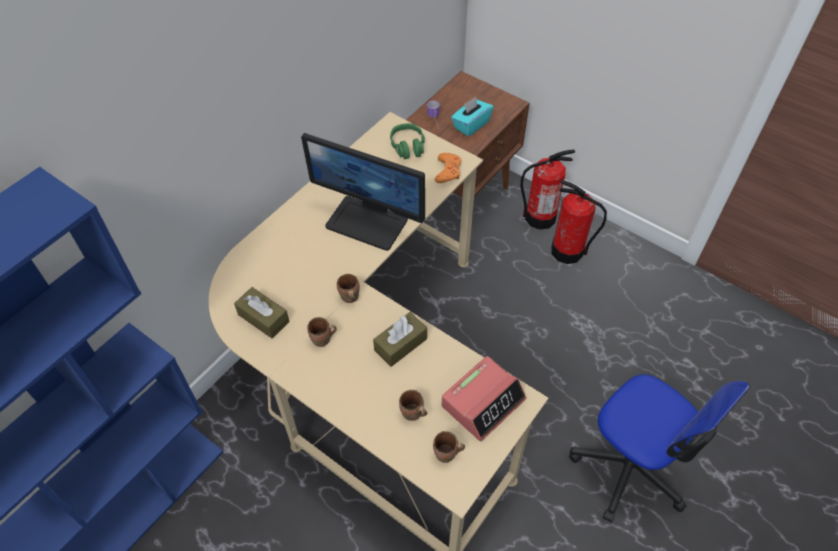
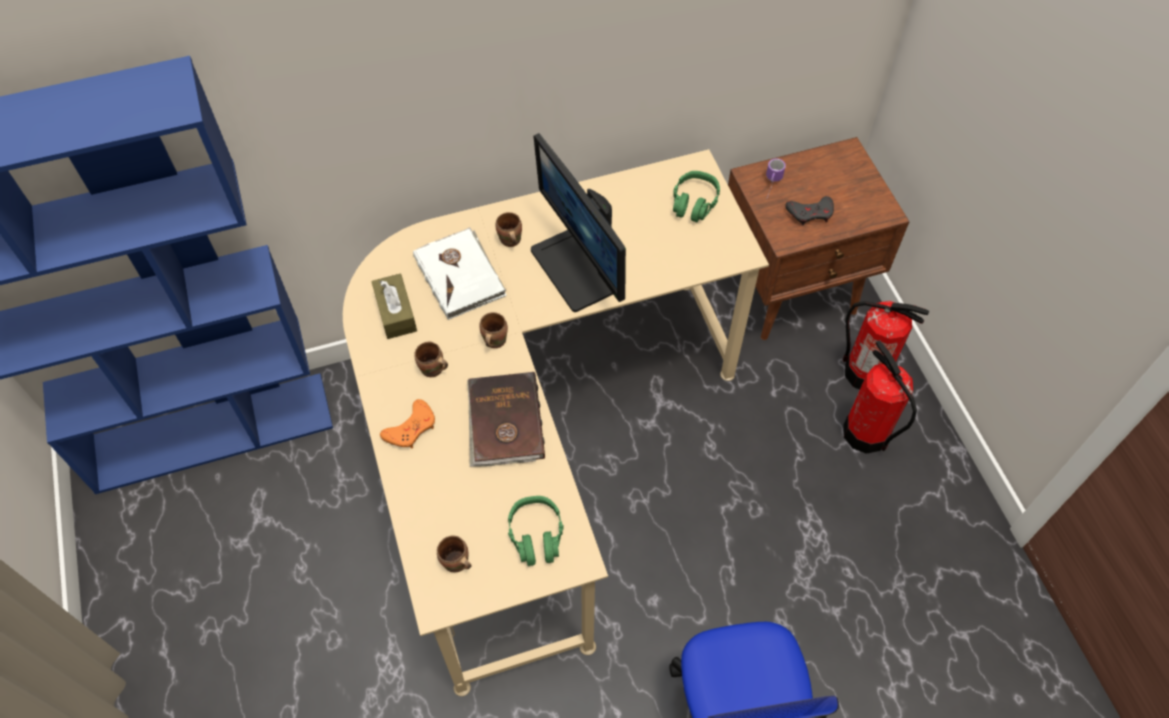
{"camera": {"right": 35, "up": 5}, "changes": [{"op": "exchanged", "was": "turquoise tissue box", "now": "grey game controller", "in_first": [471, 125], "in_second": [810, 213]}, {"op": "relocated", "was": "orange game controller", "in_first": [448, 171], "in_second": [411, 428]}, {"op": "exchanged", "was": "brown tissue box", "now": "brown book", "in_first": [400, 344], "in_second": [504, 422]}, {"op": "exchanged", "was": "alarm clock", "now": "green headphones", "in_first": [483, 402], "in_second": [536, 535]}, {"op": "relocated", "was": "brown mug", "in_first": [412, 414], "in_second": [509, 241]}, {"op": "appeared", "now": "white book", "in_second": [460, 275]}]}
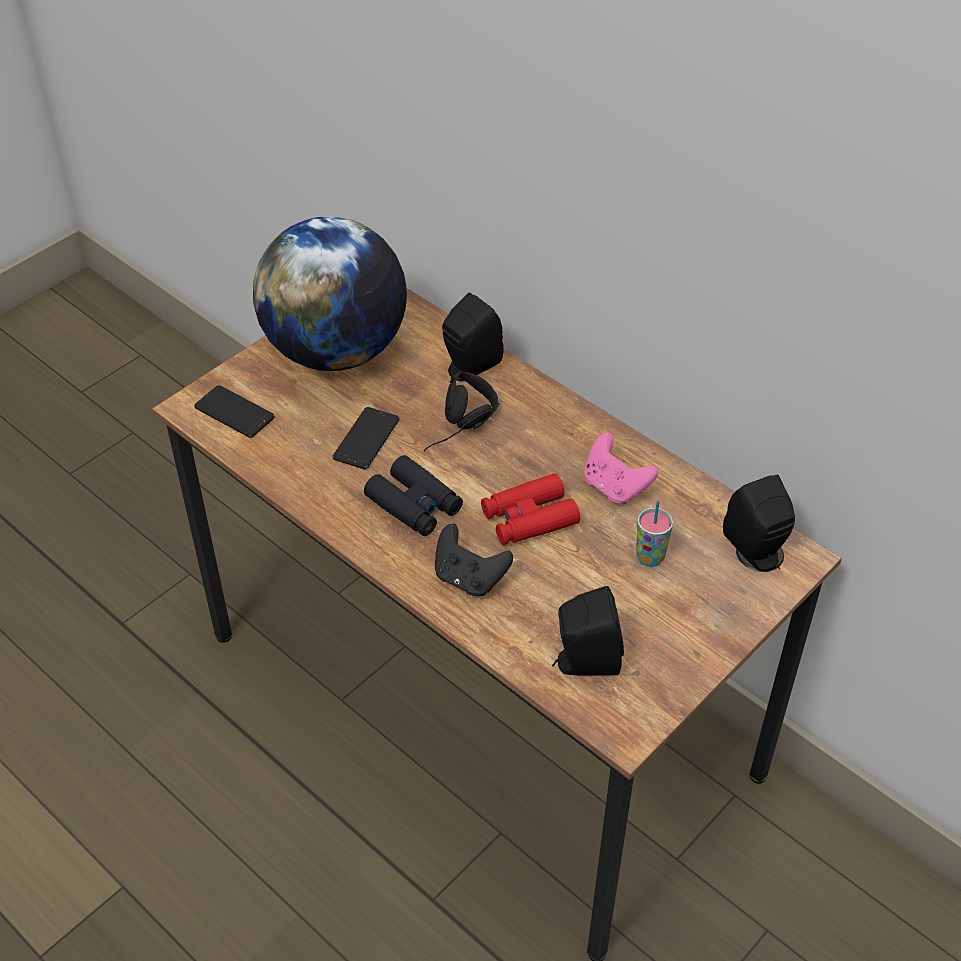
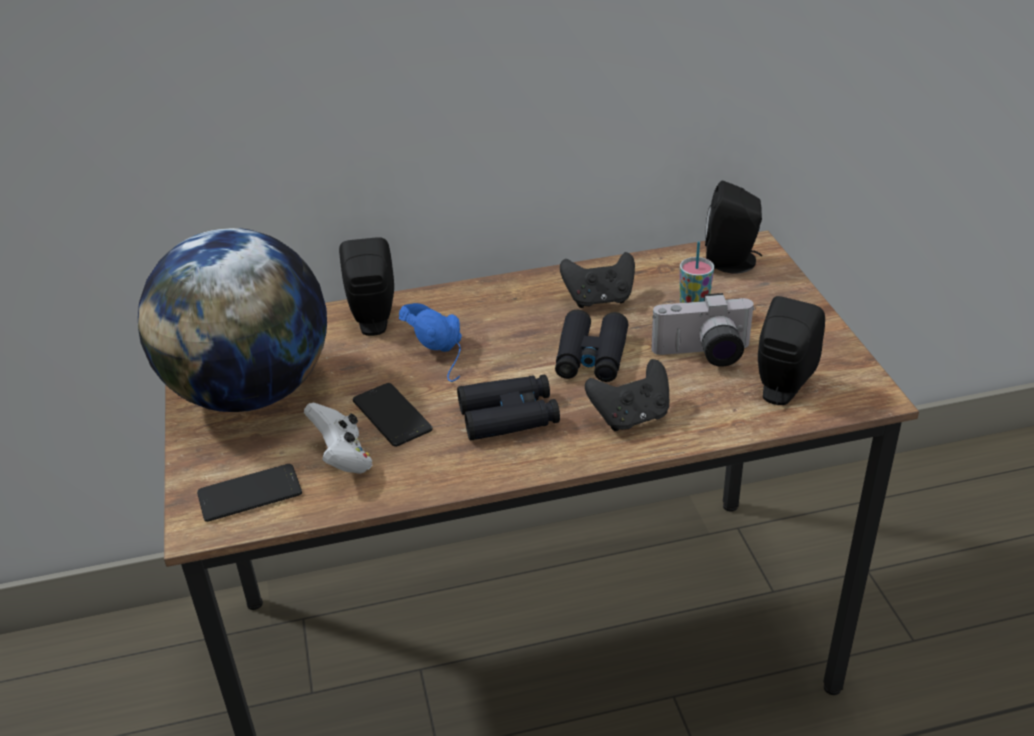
{"camera": {"right": -55, "up": -10}, "changes": [{"op": "colour", "was": "black headphones", "now": "blue headphones", "in_first": [463, 430], "in_second": [446, 353]}, {"op": "colour", "was": "pink game controller", "now": "black game controller", "in_first": [615, 487], "in_second": [599, 299]}, {"op": "colour", "was": "red binoculars", "now": "black binoculars", "in_first": [529, 518], "in_second": [591, 356]}, {"op": "appeared", "now": "photo camera", "in_second": [703, 355]}, {"op": "appeared", "now": "white game controller", "in_second": [343, 458]}]}
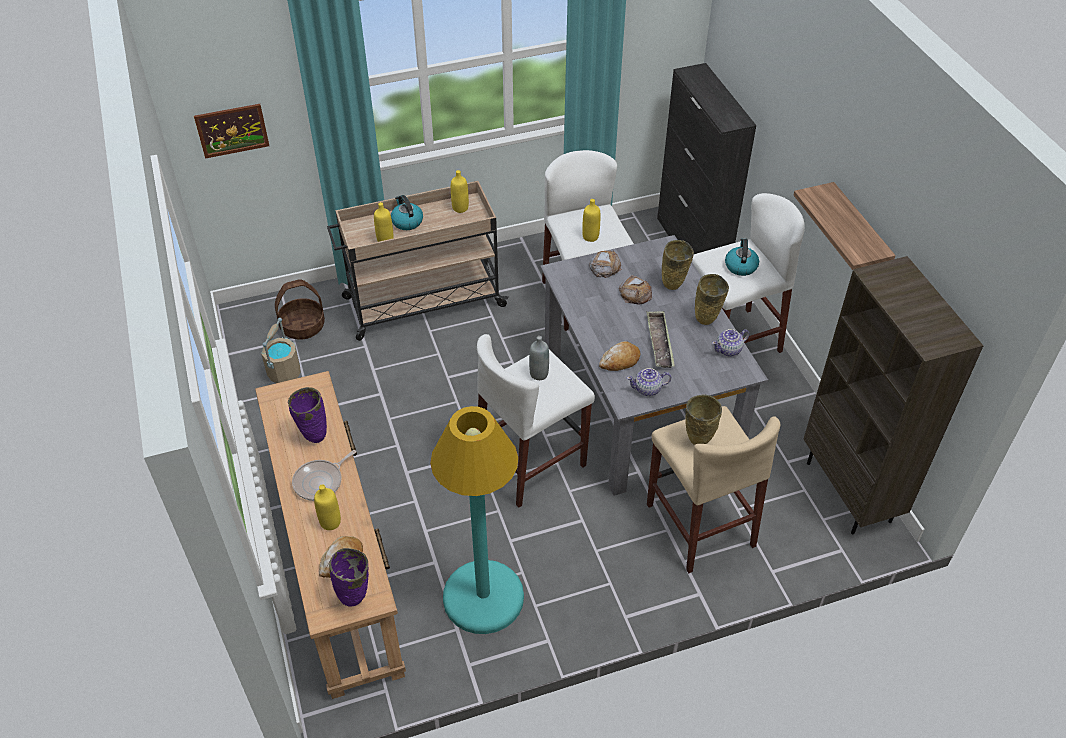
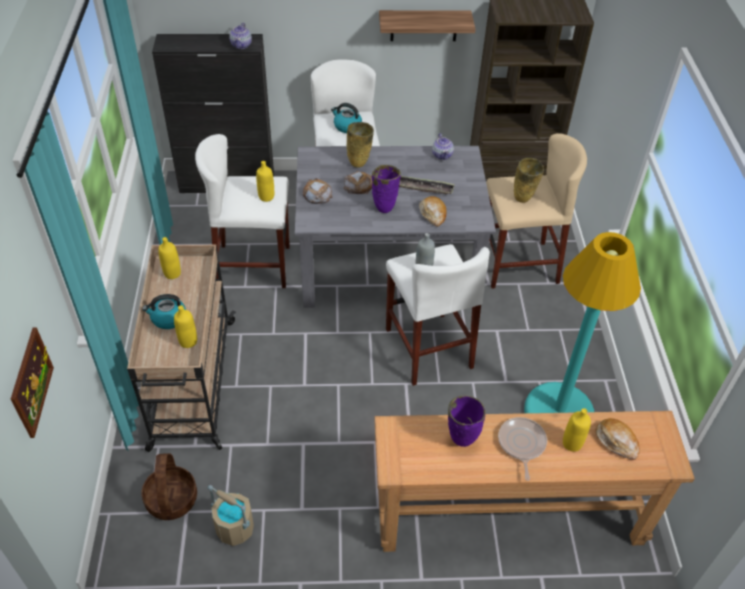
{"camera": {"right": -75, "up": 0}, "changes": [{"op": "missing", "was": "beige vase", "in_first": [706, 321]}, {"op": "relocated", "was": "teapot", "in_first": [648, 389], "in_second": [241, 45]}, {"op": "spun", "was": "frying pan", "in_first": [320, 481], "in_second": [521, 444], "clockwise": -150}, {"op": "relocated", "was": "purple vase", "in_first": [355, 598], "in_second": [385, 207]}]}
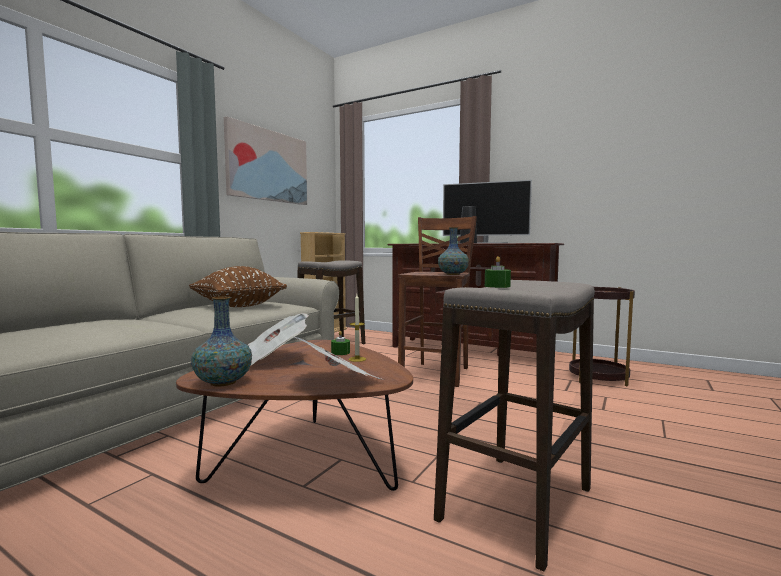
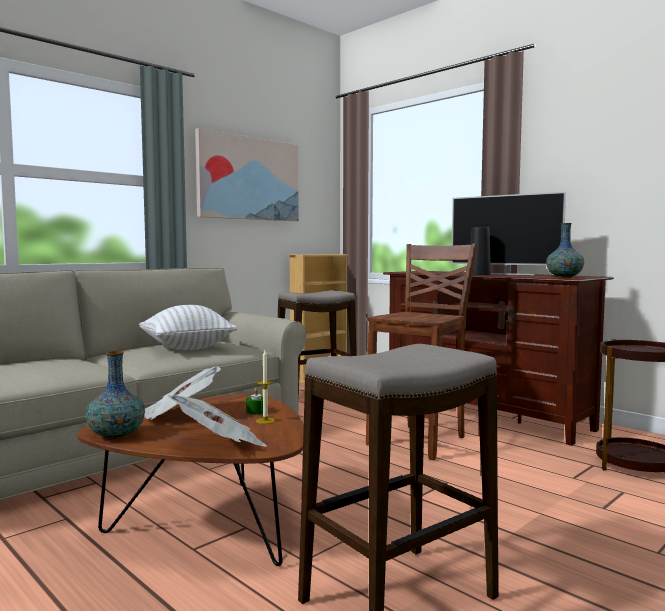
{"camera": {"right": 15, "up": 0}, "changes": [{"op": "relocated", "was": "vase", "in_first": [453, 274], "in_second": [564, 277]}, {"op": "missing", "was": "green candle", "in_first": [497, 286]}, {"op": "colour", "was": "brown pillow", "now": "white pillow", "in_first": [238, 306], "in_second": [187, 348]}]}
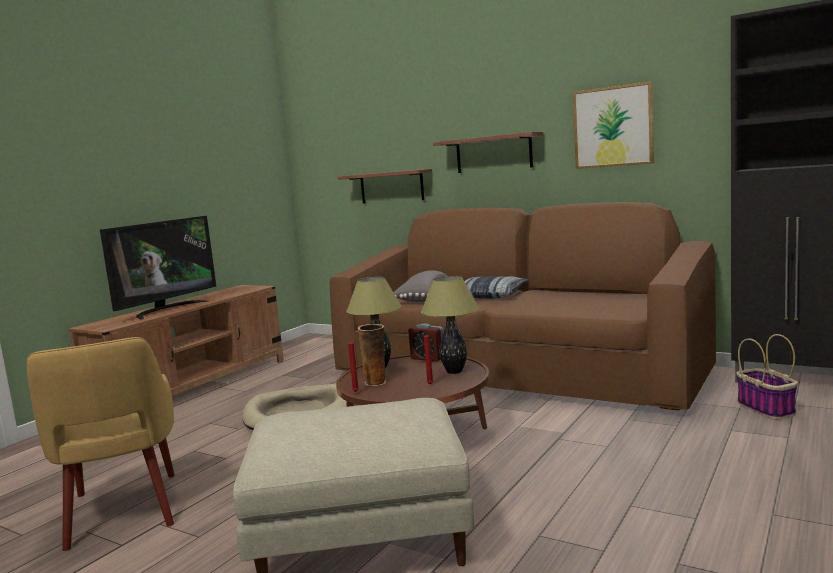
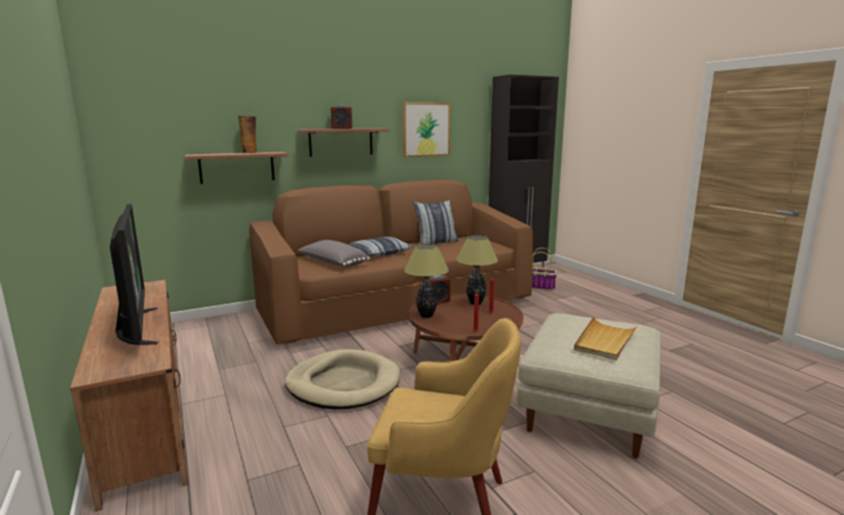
{"camera": {"right": -60, "up": 5}, "changes": [{"op": "relocated", "was": "vase", "in_first": [376, 382], "in_second": [250, 153]}, {"op": "appeared", "now": "alarm clock", "in_second": [341, 128]}, {"op": "appeared", "now": "pillow", "in_second": [436, 242]}, {"op": "appeared", "now": "beige tray", "in_second": [605, 341]}]}
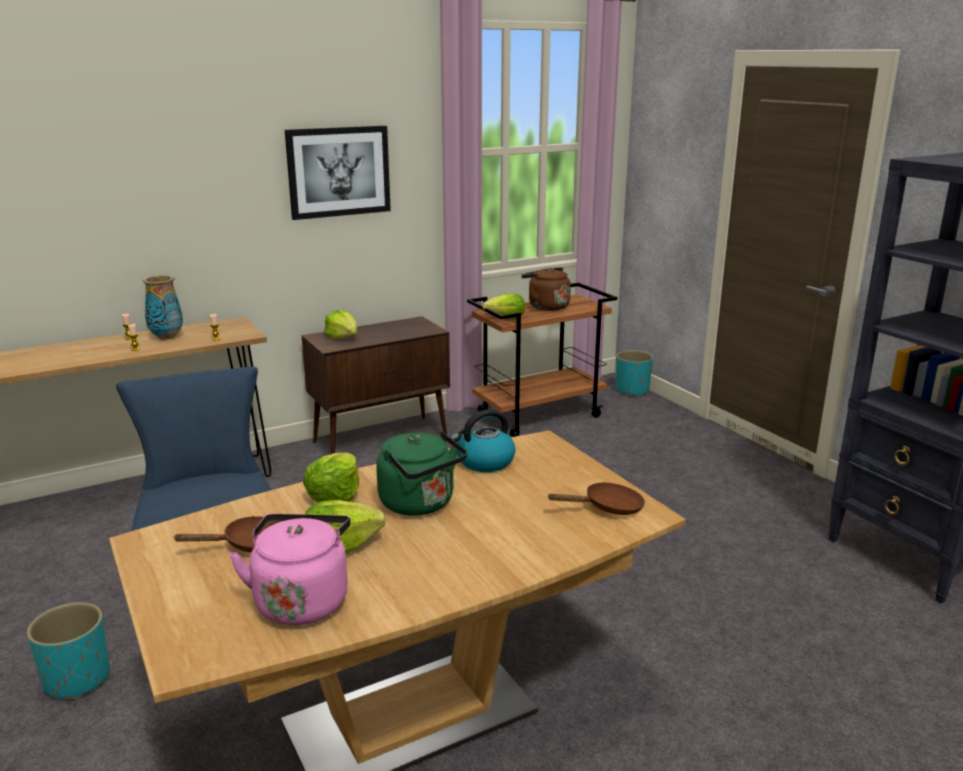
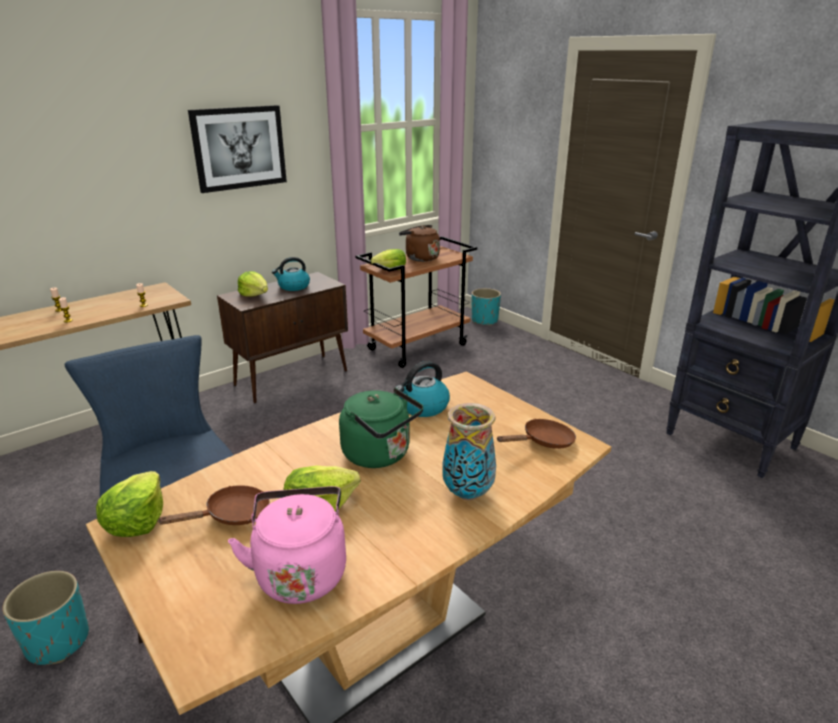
{"camera": {"right": -10, "up": 5}, "changes": [{"op": "relocated", "was": "vase", "in_first": [167, 337], "in_second": [468, 493]}, {"op": "relocated", "was": "lettuce", "in_first": [335, 495], "in_second": [137, 521]}, {"op": "appeared", "now": "kettle", "in_second": [293, 287]}]}
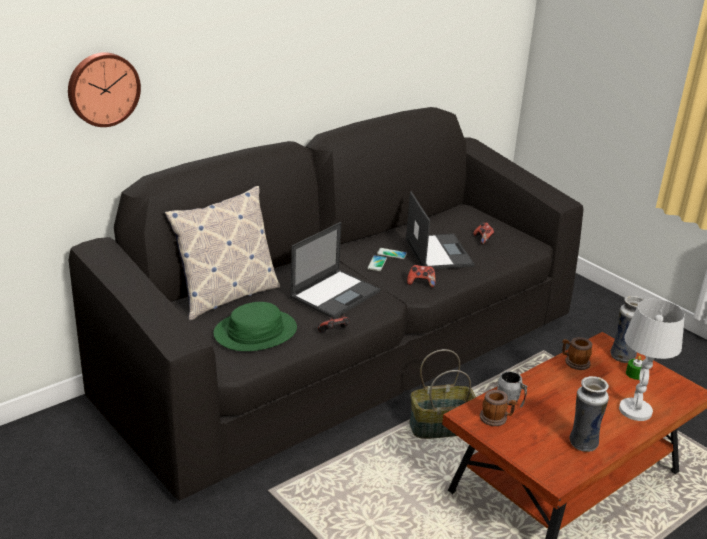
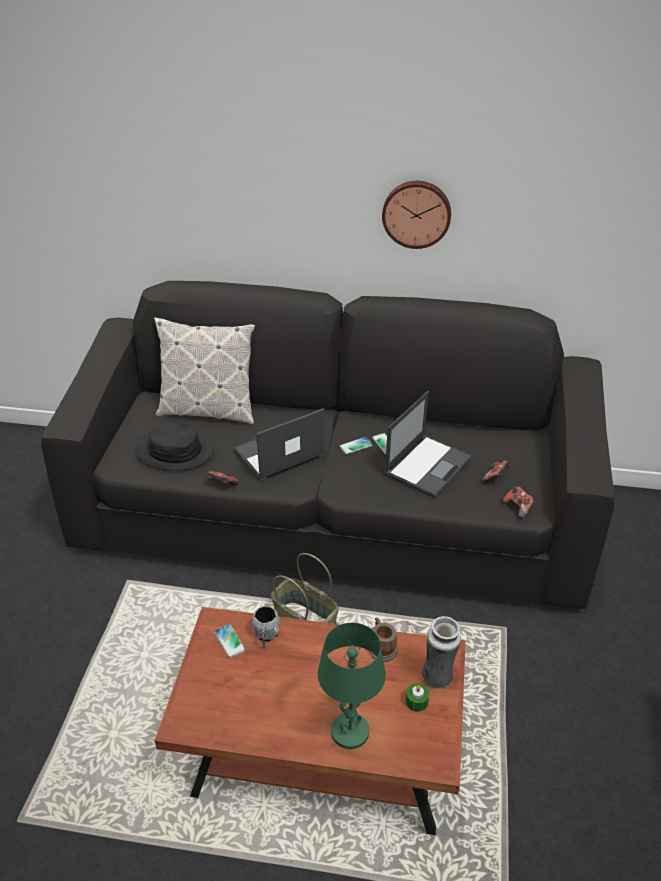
{"camera": {"right": 50, "up": 10}, "changes": [{"op": "relocated", "was": "wall clock", "in_first": [102, 89], "in_second": [416, 213]}, {"op": "spun", "was": "laptop", "in_first": [335, 294], "in_second": [278, 453], "clockwise": 150}, {"op": "relocated", "was": "game controller", "in_first": [421, 283], "in_second": [518, 508]}, {"op": "colour", "was": "white table lamp", "now": "green table lamp", "in_first": [635, 410], "in_second": [350, 731]}, {"op": "colour", "was": "green hat", "now": "black hat", "in_first": [255, 332], "in_second": [175, 450]}, {"op": "missing", "was": "vase", "in_first": [582, 444]}, {"op": "exchanged", "was": "mug", "now": "phone", "in_first": [496, 418], "in_second": [229, 641]}]}
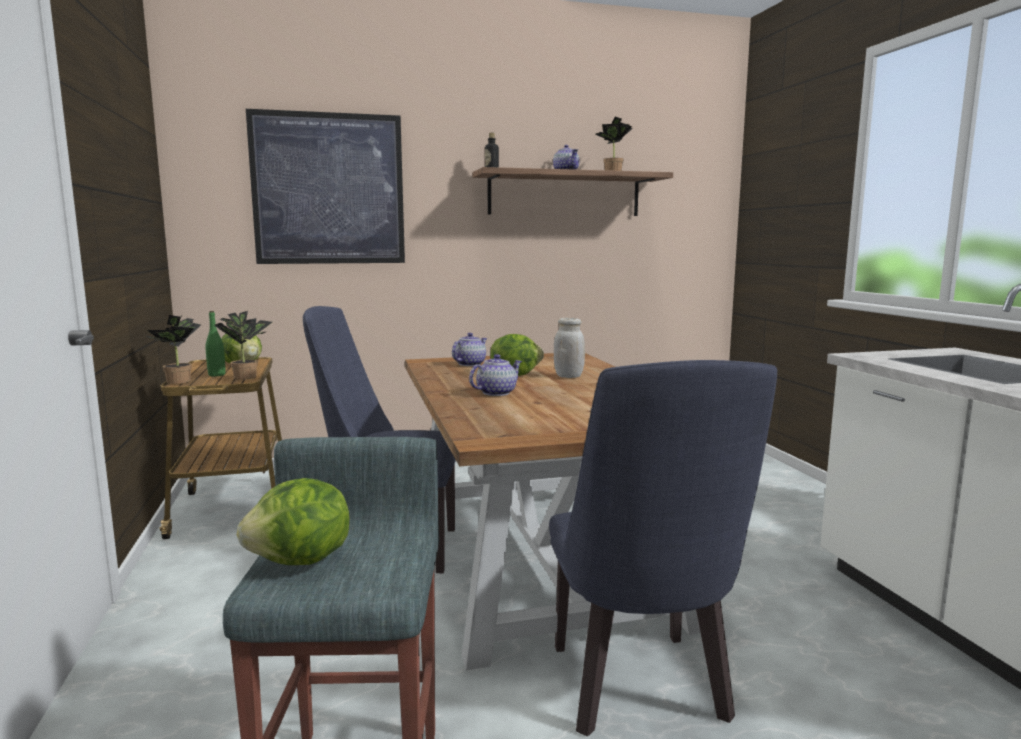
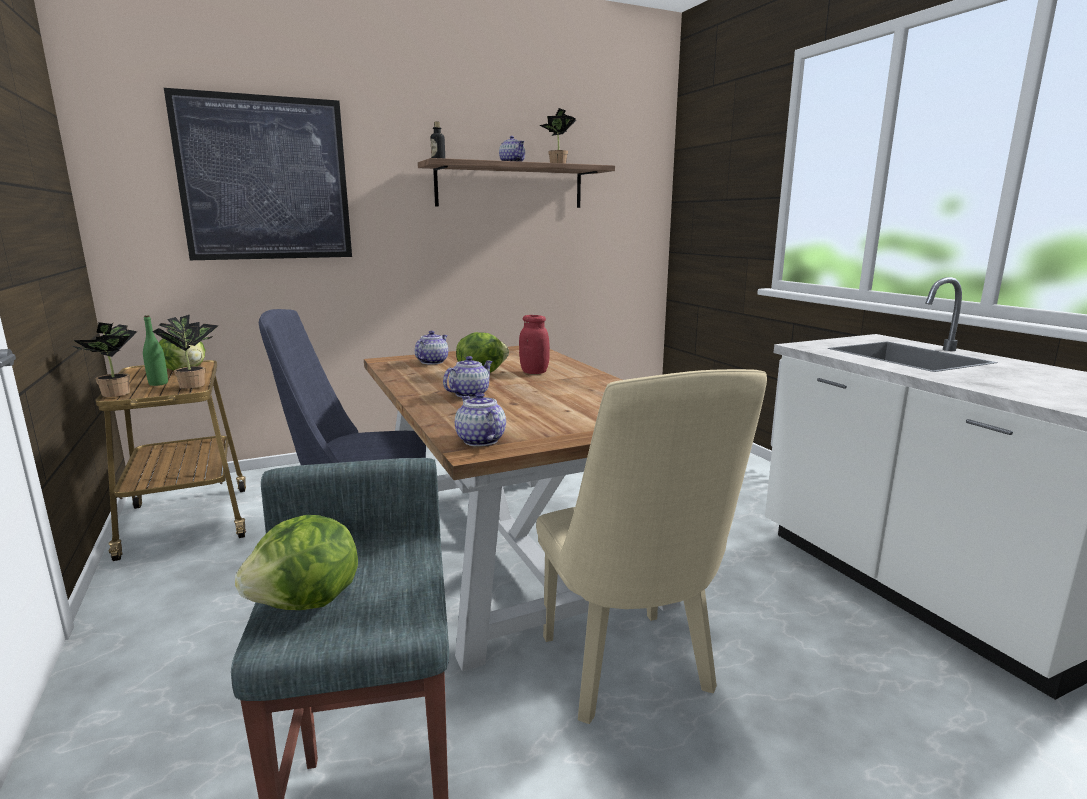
{"camera": {"right": -10, "up": 5}, "changes": [{"op": "colour", "was": "white jar", "now": "red jar", "in_first": [568, 376], "in_second": [534, 372]}, {"op": "colour", "was": "blue chair", "now": "beige chair", "in_first": [641, 692], "in_second": [631, 673]}, {"op": "appeared", "now": "teapot", "in_second": [479, 440]}]}
